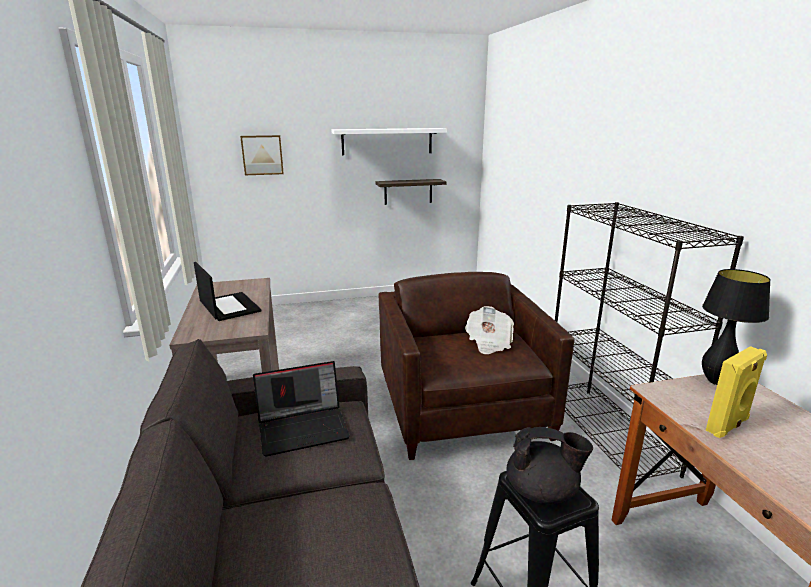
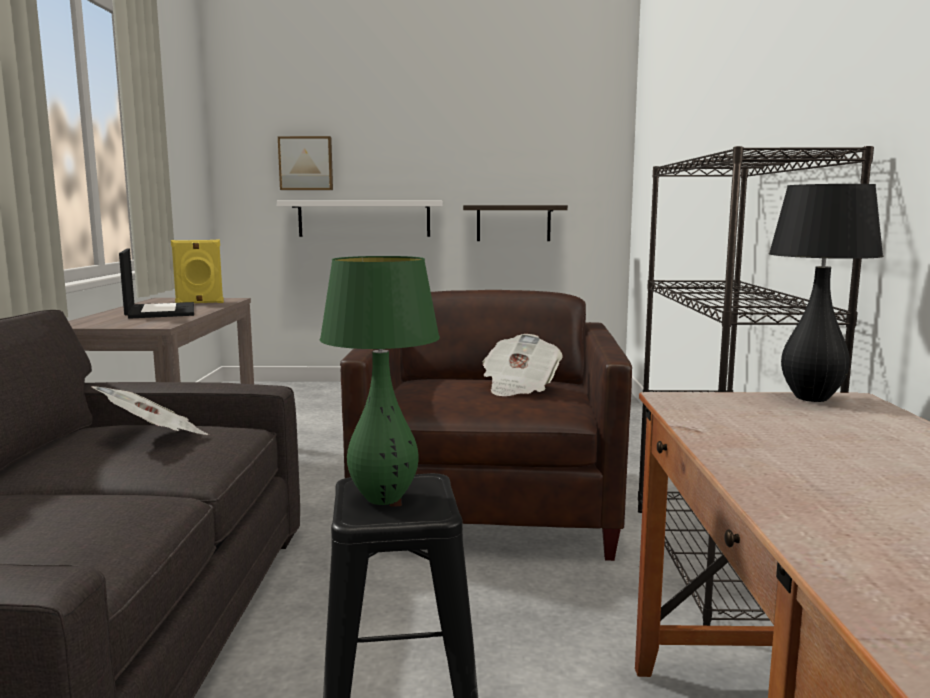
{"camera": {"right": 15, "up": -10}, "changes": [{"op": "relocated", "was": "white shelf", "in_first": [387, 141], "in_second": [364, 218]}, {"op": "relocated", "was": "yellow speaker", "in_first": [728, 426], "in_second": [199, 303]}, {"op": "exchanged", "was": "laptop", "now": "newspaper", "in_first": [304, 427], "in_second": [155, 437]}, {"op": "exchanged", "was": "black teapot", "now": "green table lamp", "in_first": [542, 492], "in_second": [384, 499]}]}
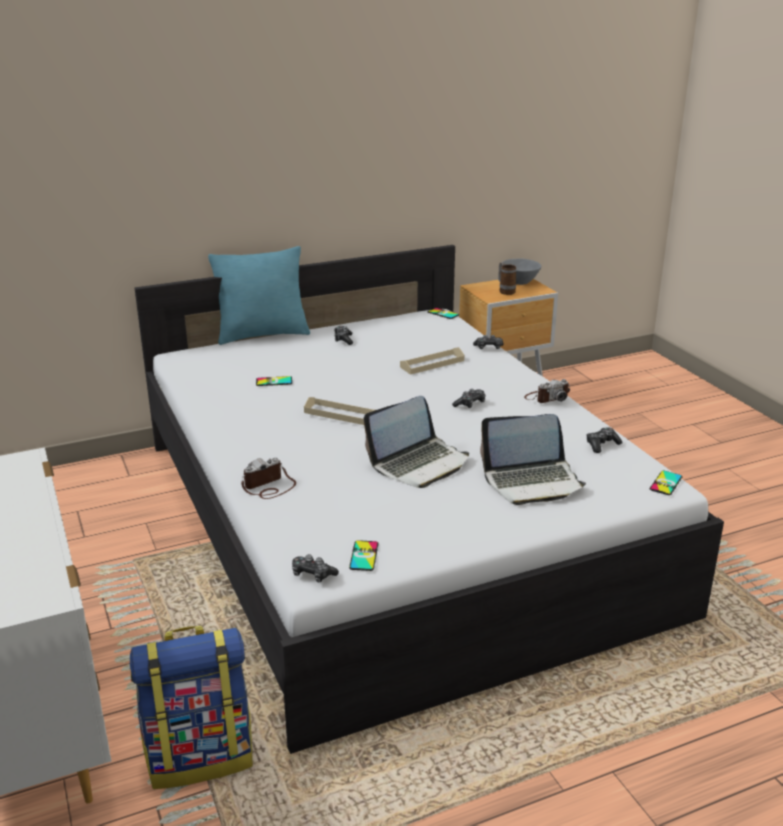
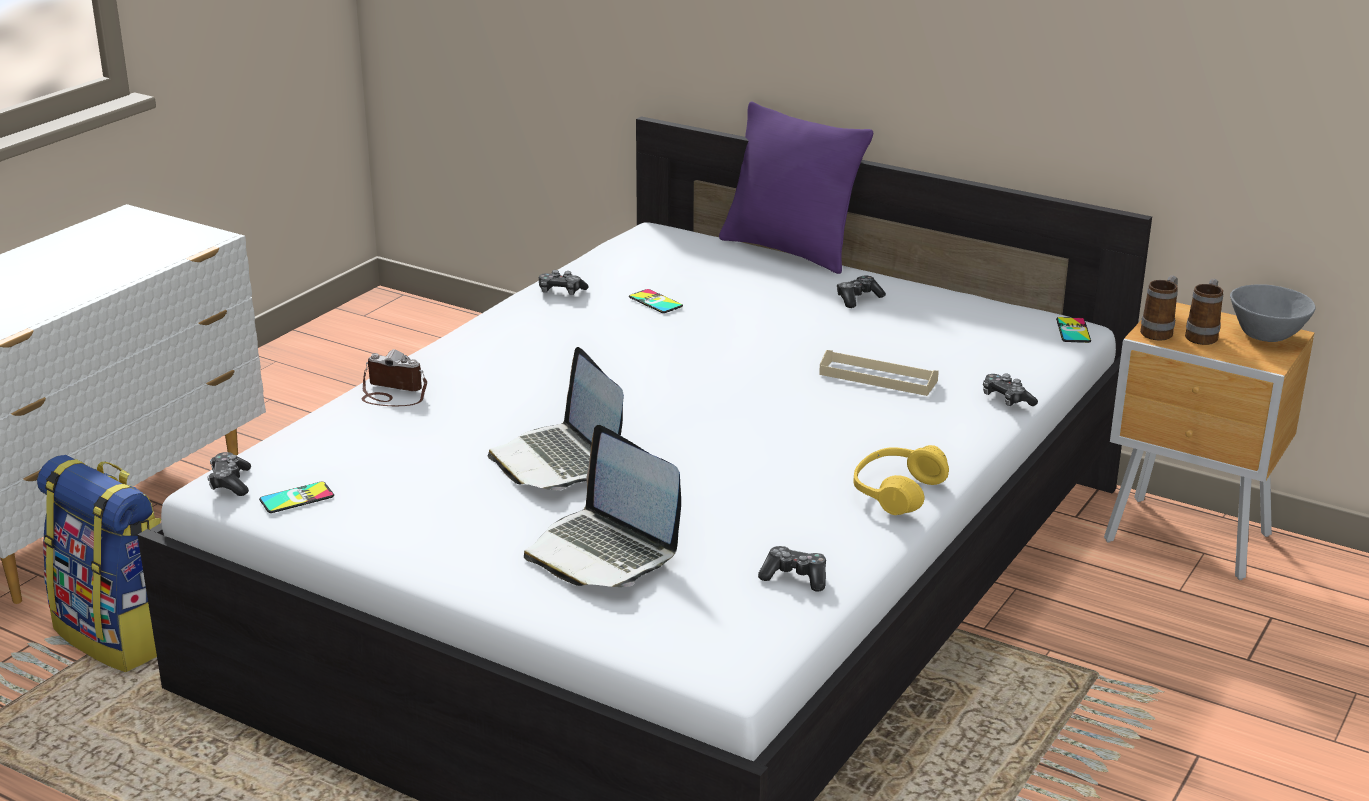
{"camera": {"right": 55, "up": 0}, "changes": [{"op": "colour", "was": "turquoise pillow", "now": "purple pillow", "in_first": [262, 335], "in_second": [790, 250]}, {"op": "exchanged", "was": "photo camera", "now": "yellow headphones", "in_first": [547, 398], "in_second": [896, 492]}, {"op": "relocated", "was": "game controller", "in_first": [470, 404], "in_second": [561, 291]}, {"op": "spun", "was": "laptop", "in_first": [419, 463], "in_second": [559, 461], "clockwise": 45}, {"op": "missing", "was": "beige tray", "in_first": [341, 414]}, {"op": "missing", "was": "phone", "in_first": [666, 483]}, {"op": "appeared", "now": "mug", "in_second": [1159, 332]}]}
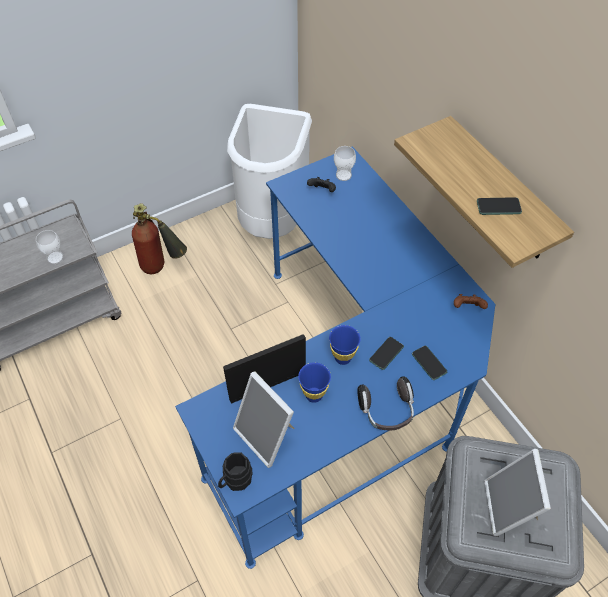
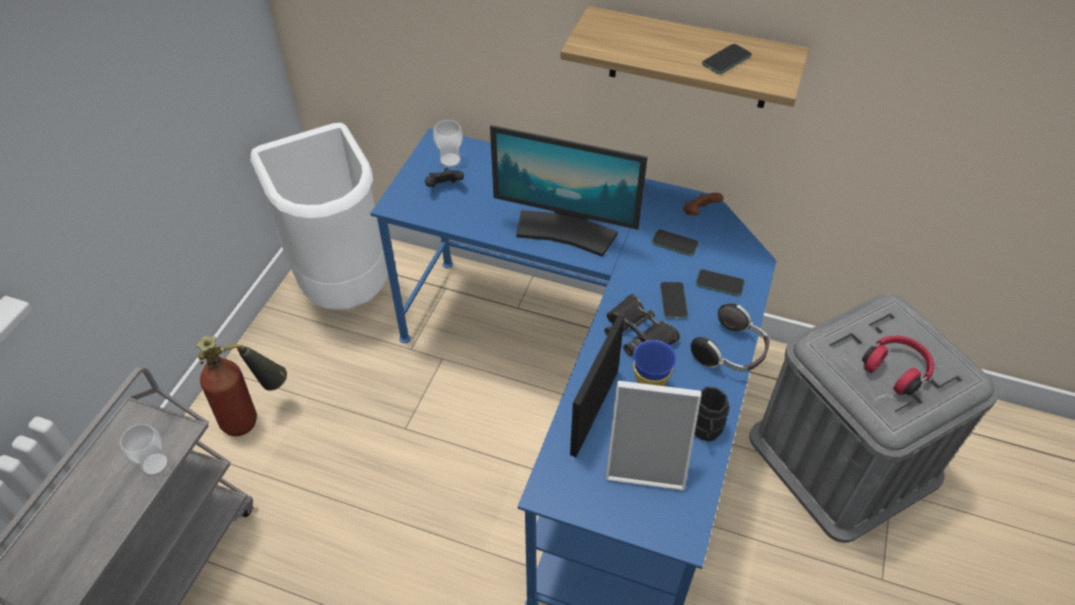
{"camera": {"right": -40, "up": -5}, "changes": [{"op": "exchanged", "was": "blue cup", "now": "black binoculars", "in_first": [343, 357], "in_second": [638, 332]}, {"op": "exchanged", "was": "picture frame", "now": "red headphones", "in_first": [509, 508], "in_second": [896, 370]}, {"op": "relocated", "was": "black mug", "in_first": [235, 480], "in_second": [705, 430]}, {"op": "appeared", "now": "monitor", "in_second": [565, 231]}, {"op": "appeared", "now": "phone", "in_second": [675, 243]}]}
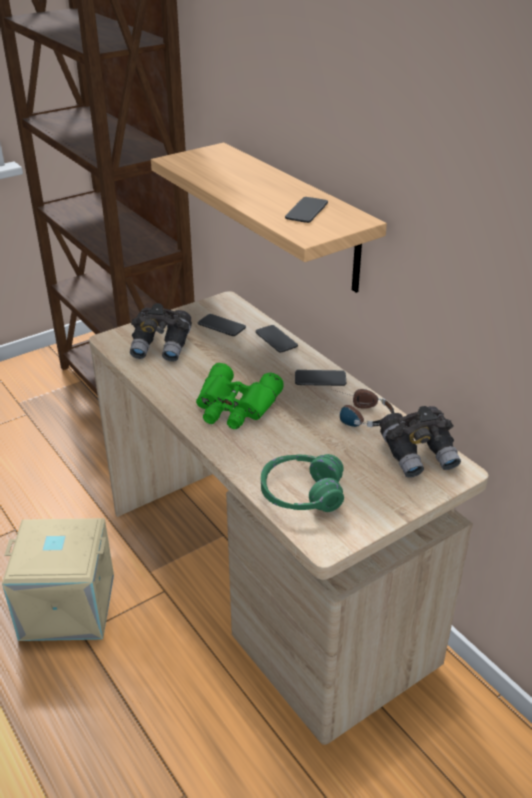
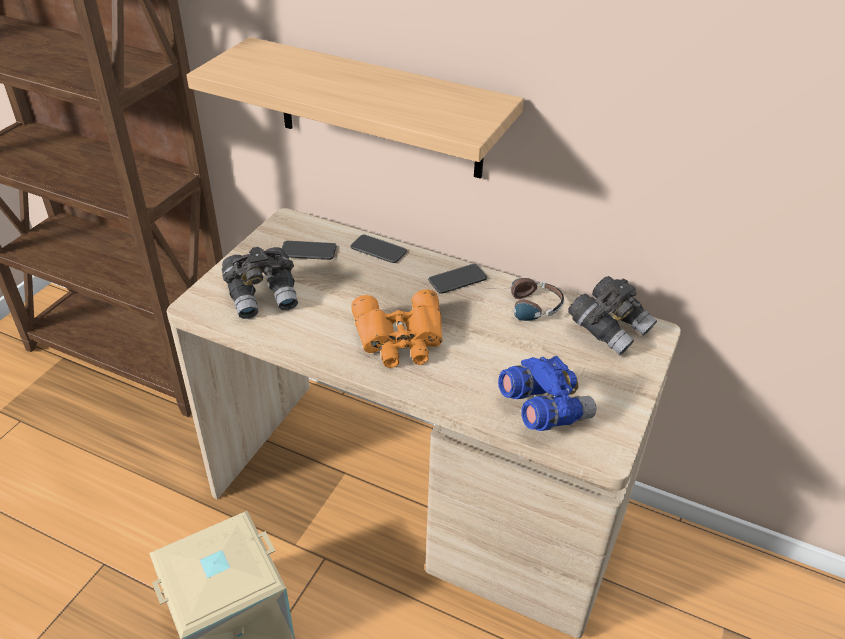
{"camera": {"right": -30, "up": 5}, "changes": [{"op": "missing", "was": "phone", "in_first": [306, 211]}, {"op": "colour", "was": "green binoculars", "now": "orange binoculars", "in_first": [235, 407], "in_second": [400, 339]}, {"op": "exchanged", "was": "green headphones", "now": "blue binoculars", "in_first": [301, 494], "in_second": [543, 409]}]}
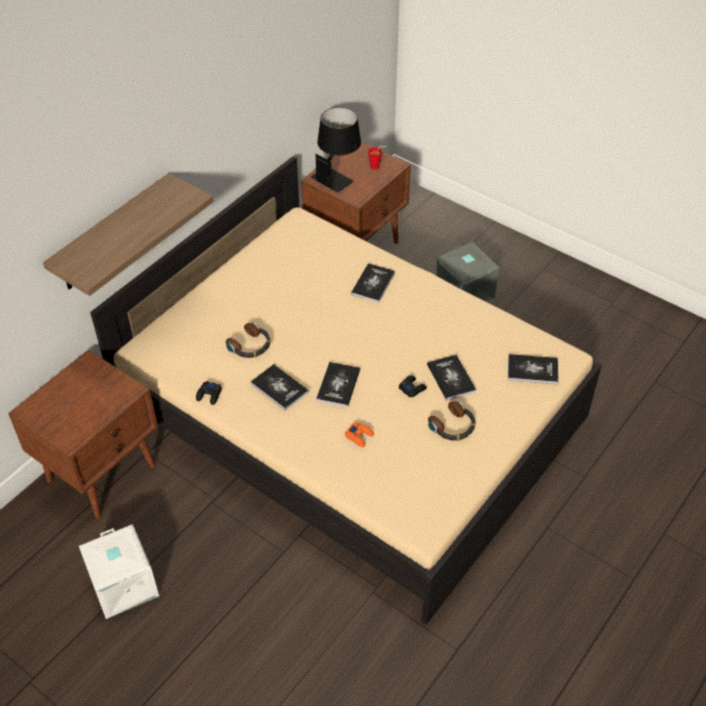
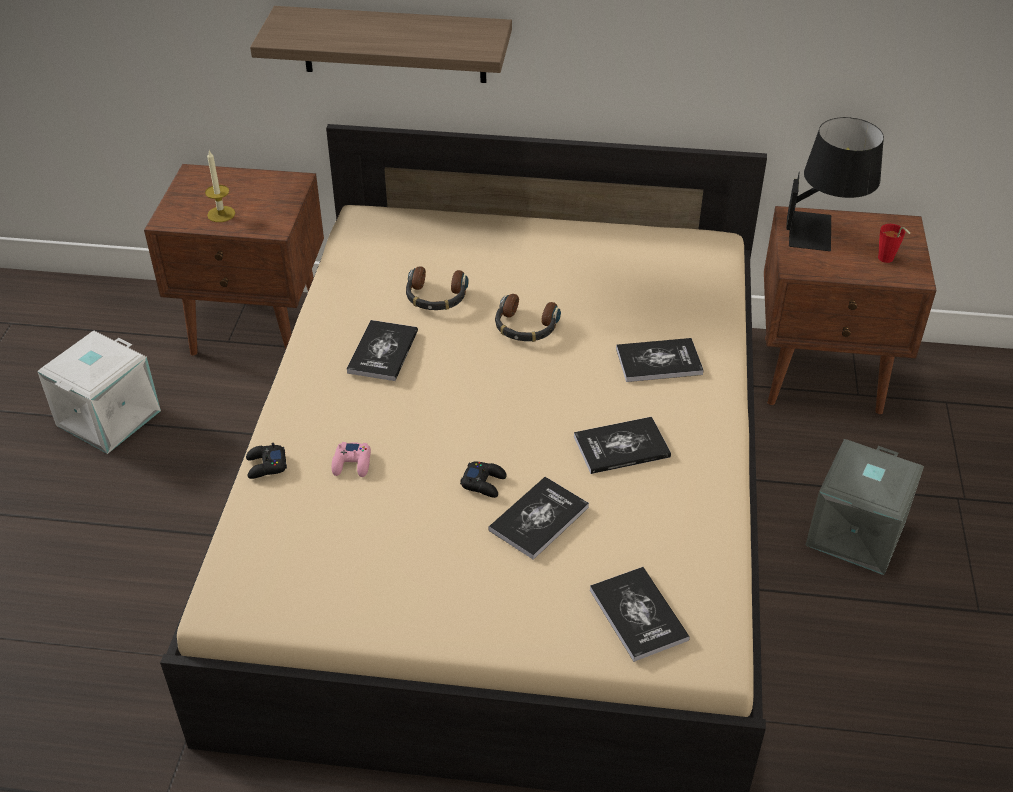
{"camera": {"right": 60, "up": -5}, "changes": [{"op": "relocated", "was": "book", "in_first": [338, 385], "in_second": [621, 447]}, {"op": "relocated", "was": "black game controller", "in_first": [209, 395], "in_second": [266, 466]}, {"op": "relocated", "was": "headphones", "in_first": [453, 426], "in_second": [525, 326]}, {"op": "colour", "was": "orange game controller", "now": "pink game controller", "in_first": [359, 436], "in_second": [352, 463]}, {"op": "appeared", "now": "candle", "in_second": [221, 214]}]}
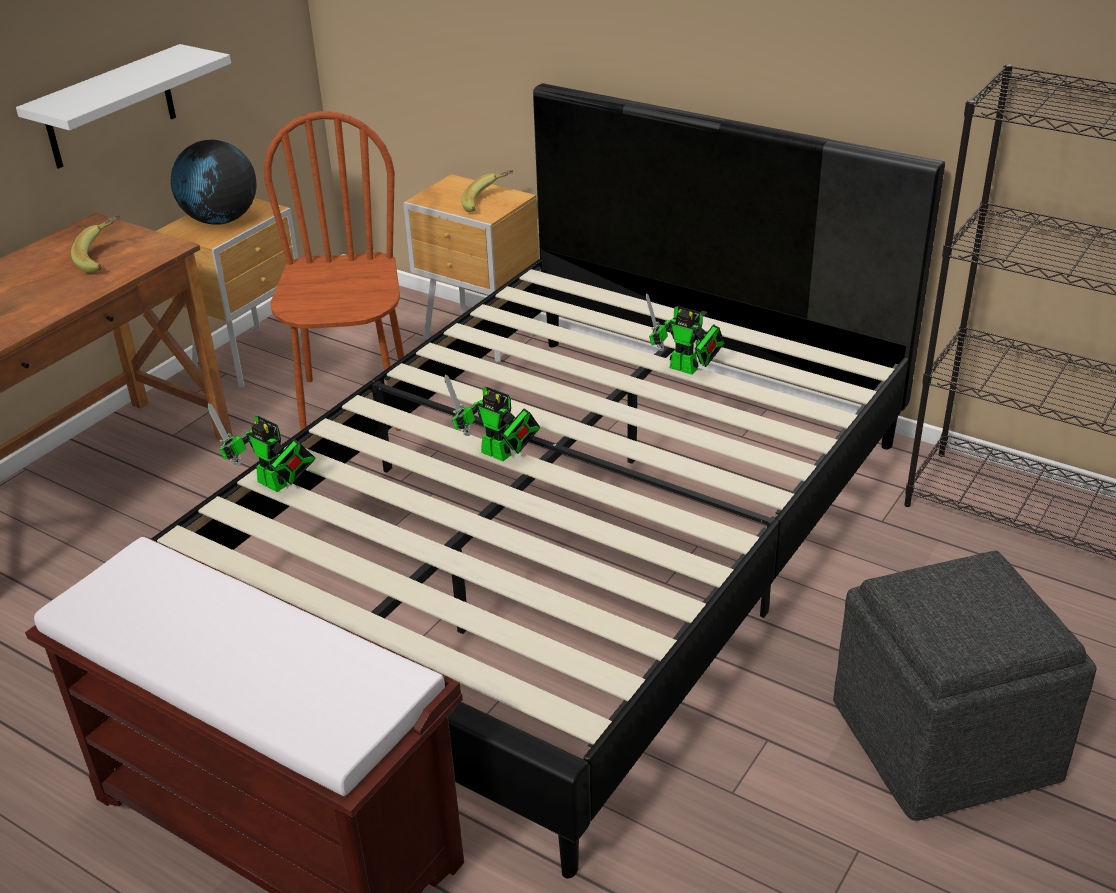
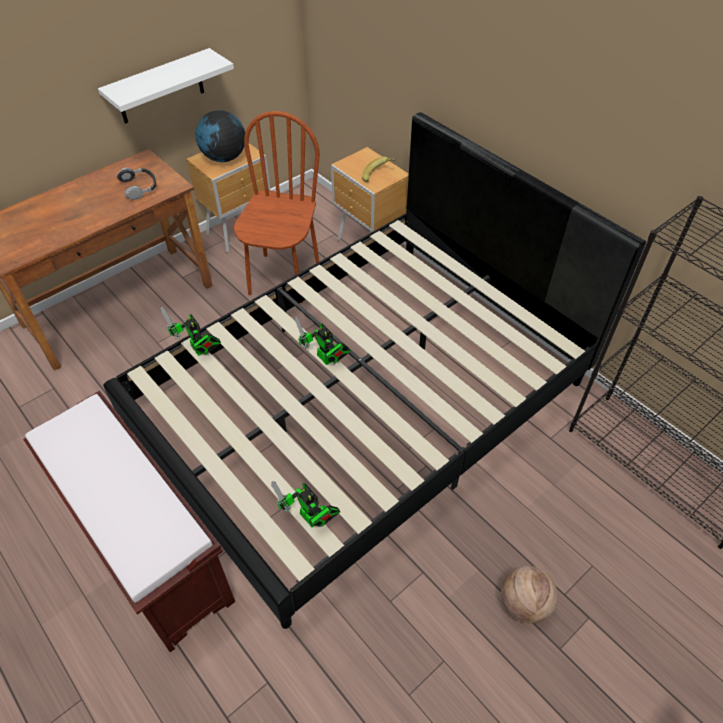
{"camera": {"right": 15, "up": 15}, "changes": [{"op": "exchanged", "was": "banana", "now": "headphones", "in_first": [104, 259], "in_second": [139, 187]}, {"op": "relocated", "was": "toy robot", "in_first": [687, 369], "in_second": [311, 520]}, {"op": "exchanged", "was": "grey ottoman", "now": "basketball", "in_first": [947, 741], "in_second": [524, 604]}]}
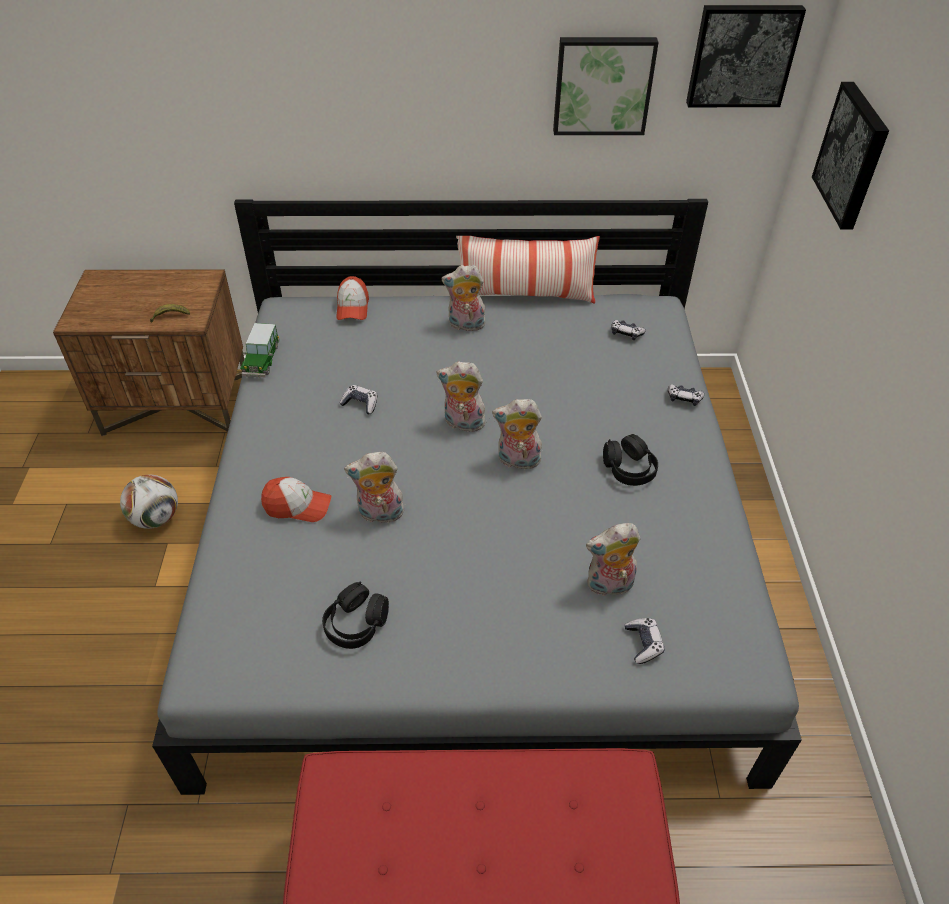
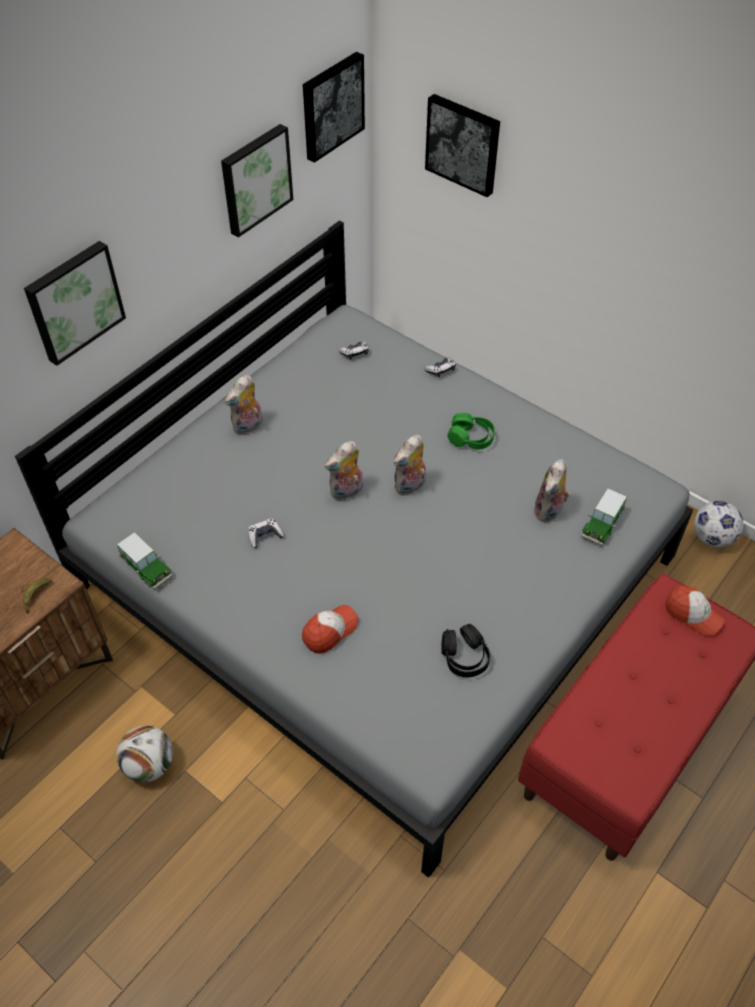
{"camera": {"right": -50, "up": 5}, "changes": [{"op": "missing", "was": "pillow", "in_first": [525, 295]}, {"op": "relocated", "was": "cap", "in_first": [352, 307], "in_second": [692, 614]}, {"op": "colour", "was": "black headphones", "now": "green headphones", "in_first": [629, 468], "in_second": [471, 438]}, {"op": "missing", "was": "plush toy", "in_first": [379, 515]}, {"op": "exchanged", "was": "game controller", "now": "toy car", "in_first": [643, 643], "in_second": [602, 524]}, {"op": "appeared", "now": "picture", "in_second": [73, 301]}, {"op": "appeared", "now": "football", "in_second": [712, 538]}]}
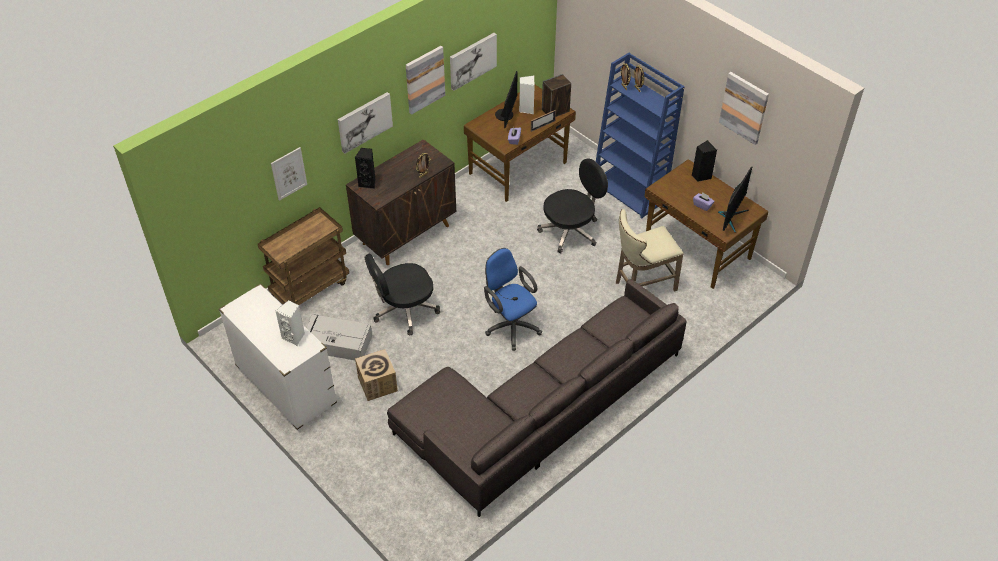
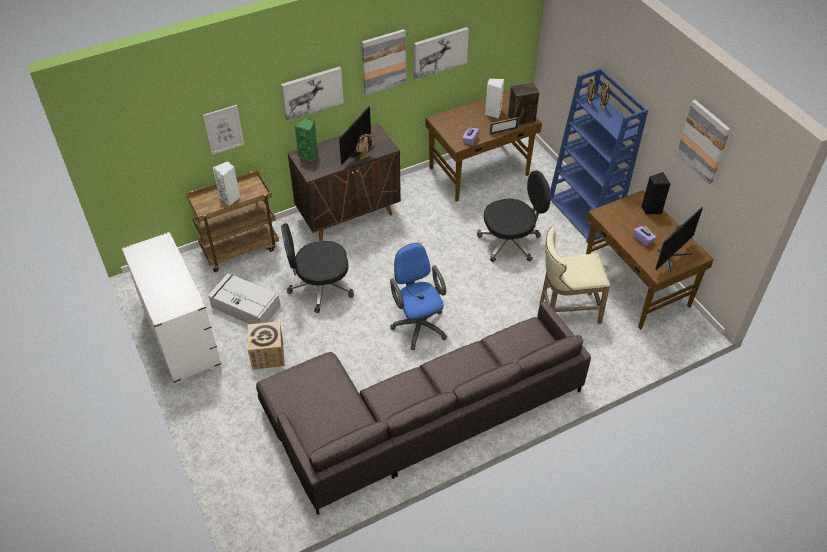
{"camera": {"right": 15, "up": 0}, "changes": [{"op": "relocated", "was": "monitor", "in_first": [506, 115], "in_second": [352, 151]}, {"op": "colour", "was": "black speaker", "now": "green speaker", "in_first": [368, 183], "in_second": [309, 155]}, {"op": "relocated", "was": "white speaker", "in_first": [294, 337], "in_second": [230, 198]}]}
